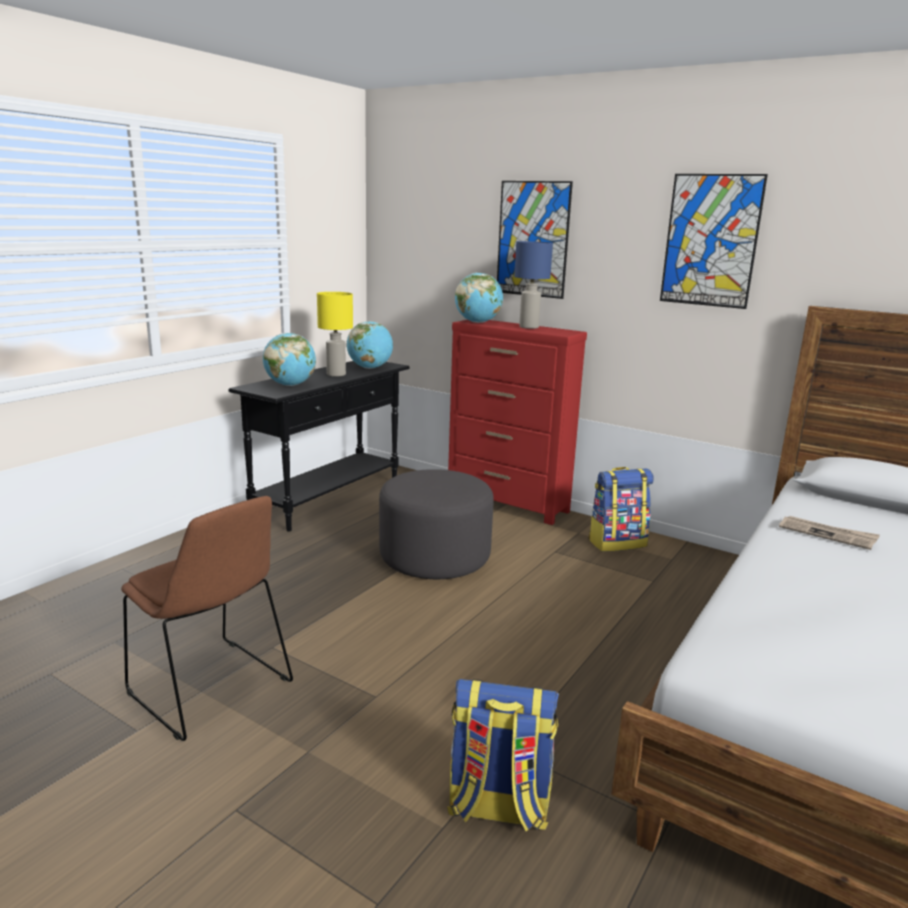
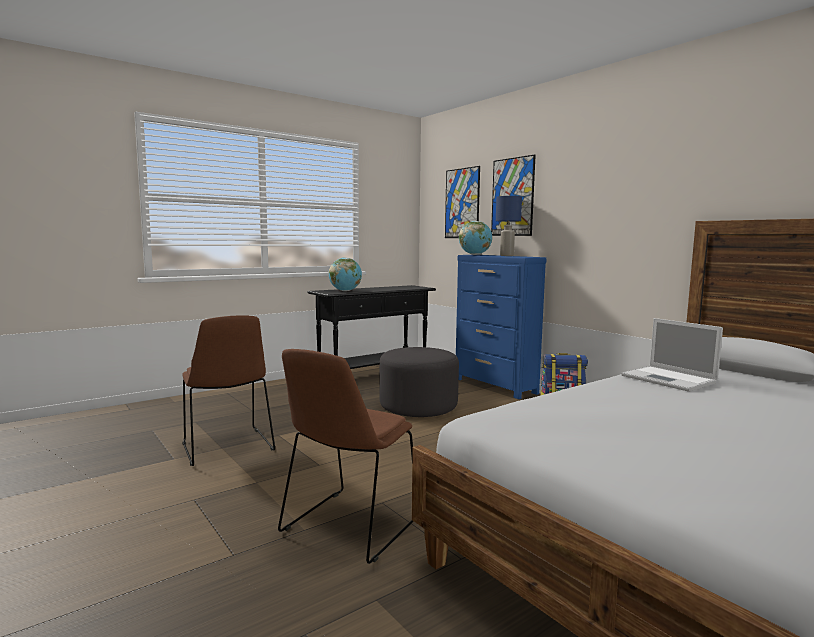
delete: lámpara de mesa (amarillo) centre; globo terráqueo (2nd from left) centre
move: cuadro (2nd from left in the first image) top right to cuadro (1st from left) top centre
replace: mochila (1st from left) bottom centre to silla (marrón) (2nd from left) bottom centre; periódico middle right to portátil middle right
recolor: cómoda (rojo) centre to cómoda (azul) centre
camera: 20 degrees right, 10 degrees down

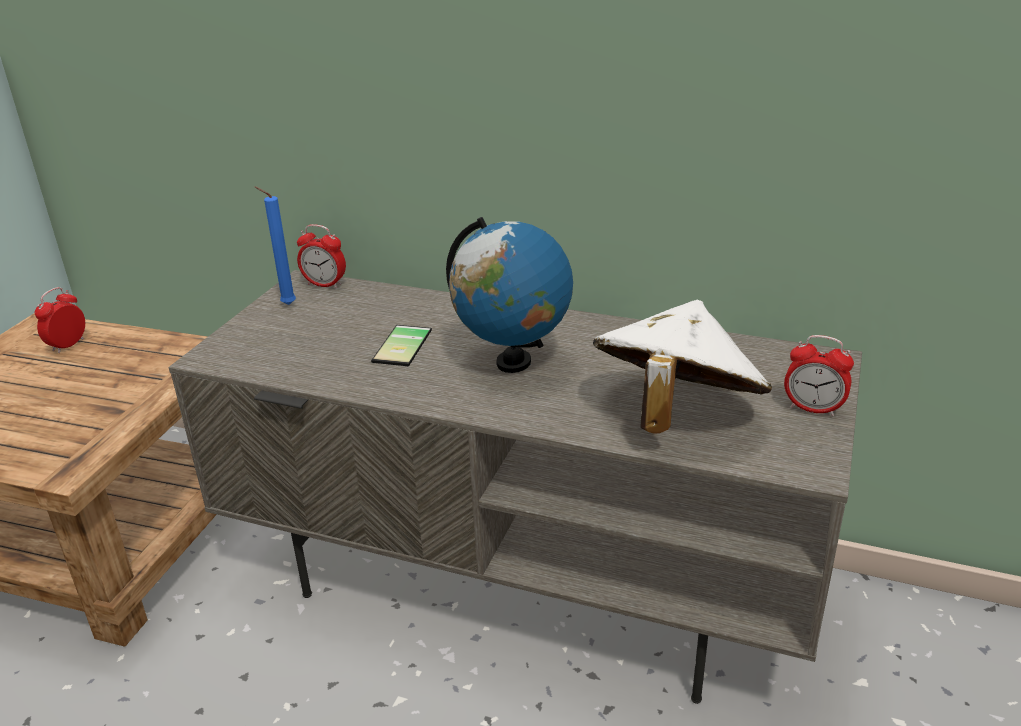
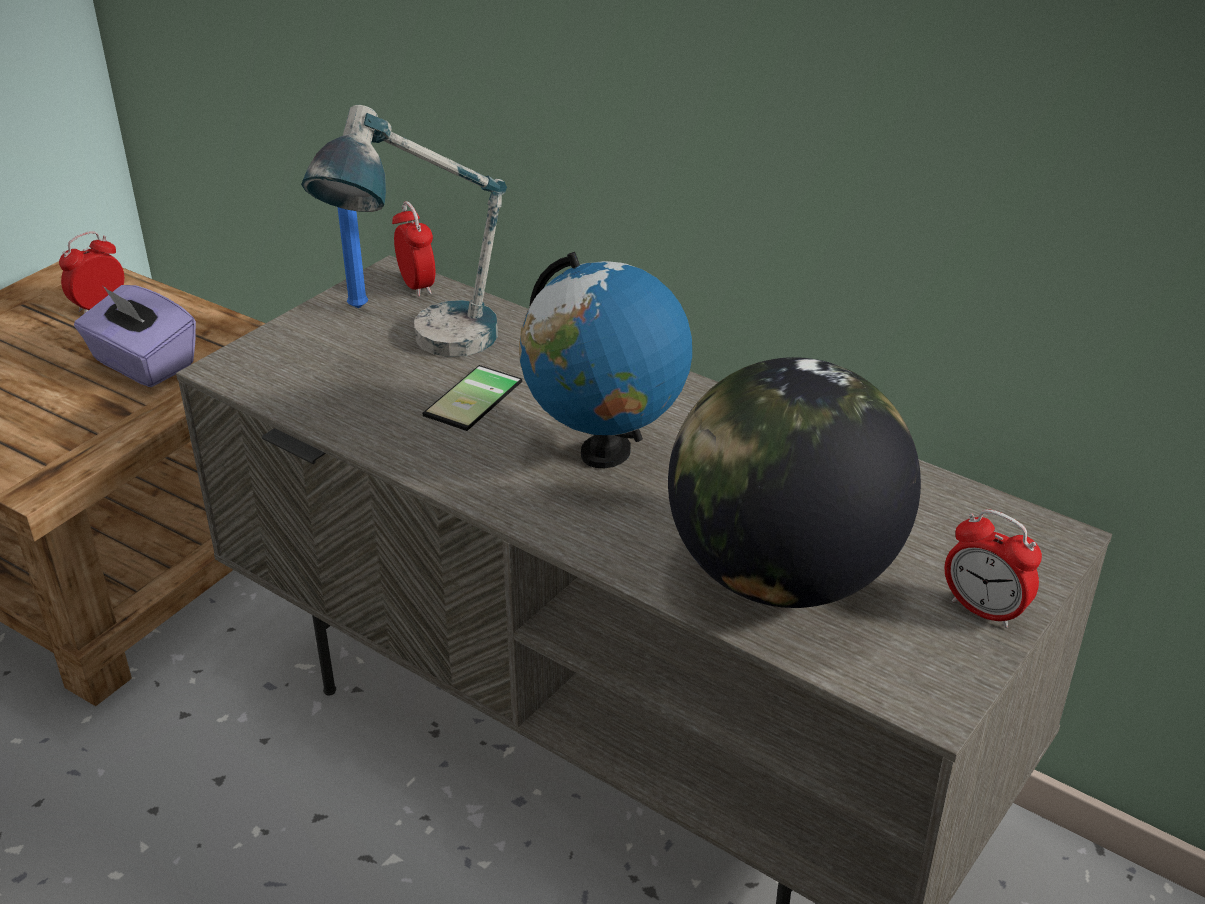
insert: caja de pañuelos (morado) middle left; lámpara de mesa top centre
replace: sombrero (blanco) middle right to globo terráqueo (2nd from left) centre
rotate: despertador (2nd from left) middle left = top centre 150 degrees counterclockwise
camera: 15 degrees right, 5 degrees up

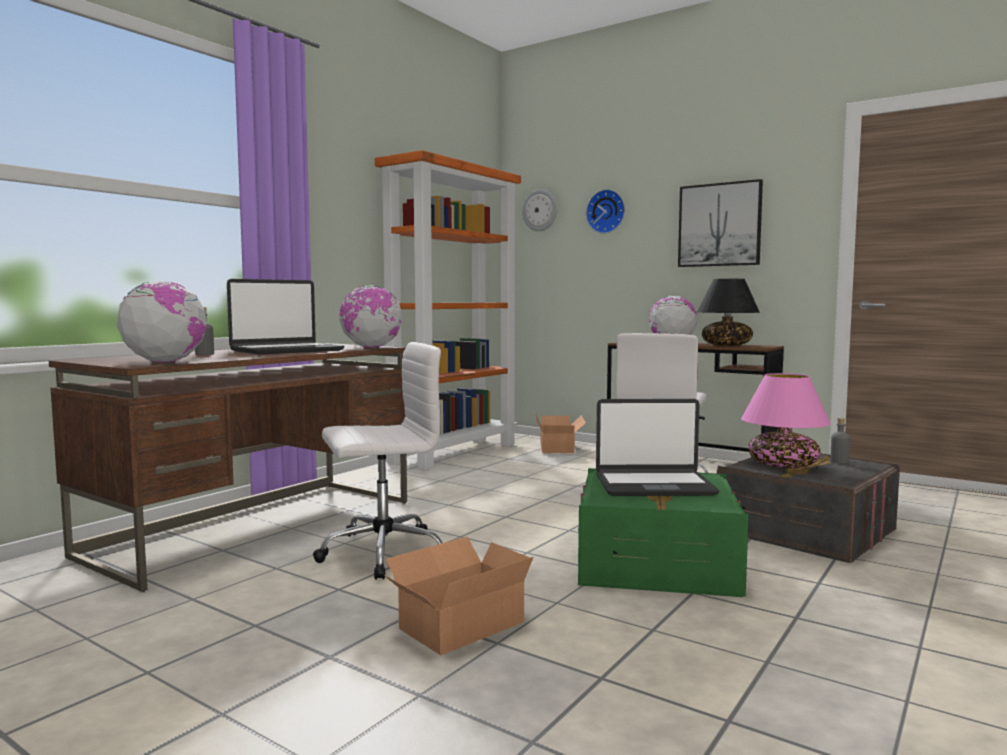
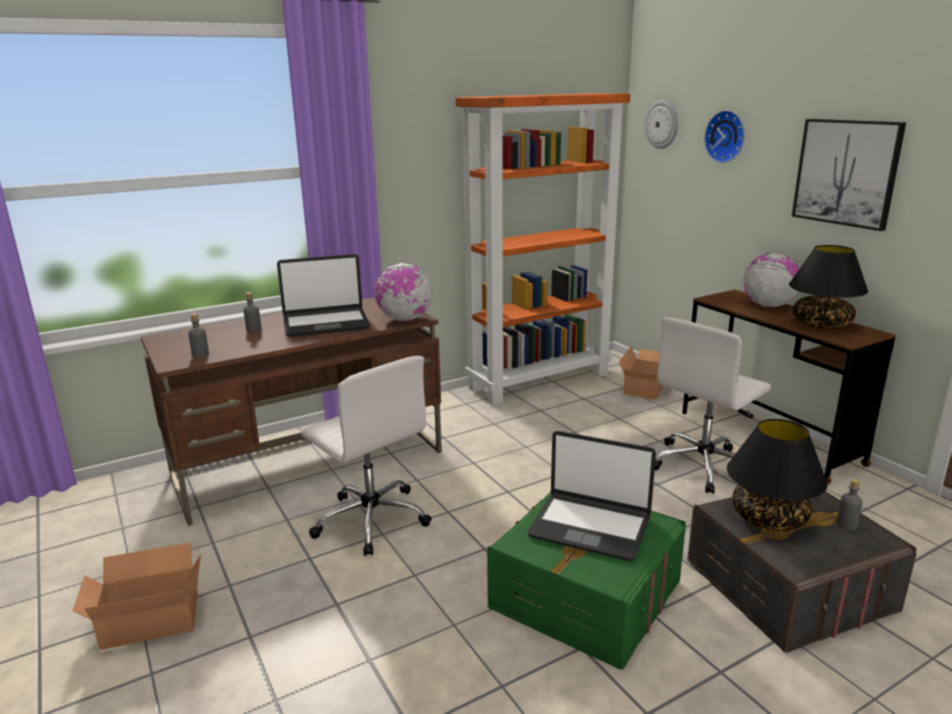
move: caja de cartón (1st from left) bottom centre to bottom left
replace: globo terráqueo (1st from left) middle left to botella (gris) (1st from left) middle left
recolor: lámpara de mesa (rosa) middle right to lámpara de mesa (negro) (1st from left) middle right
rotate: silla de oficina (blanco) (1st from left) centre = centre 45 degrees clockwise
camera: 25 degrees right, 15 degrees up

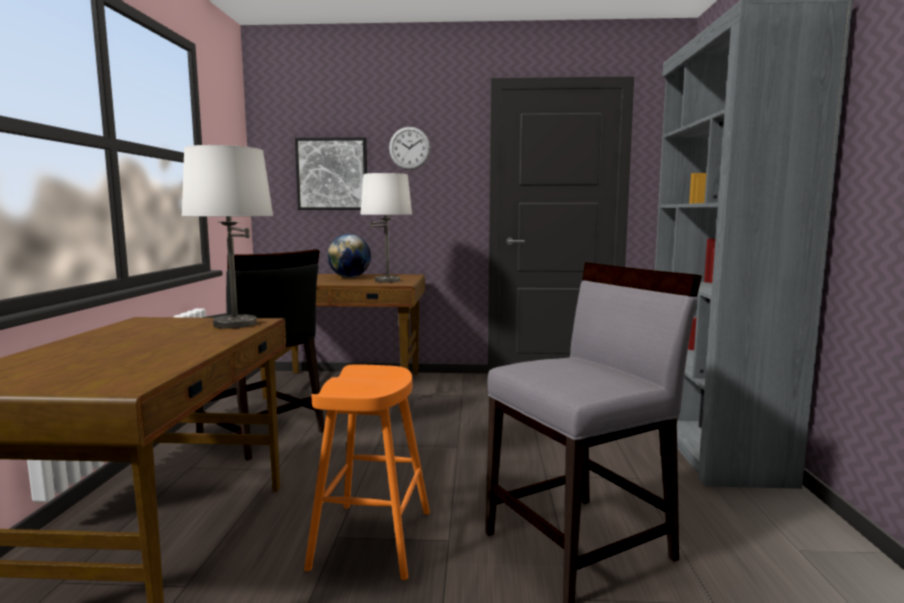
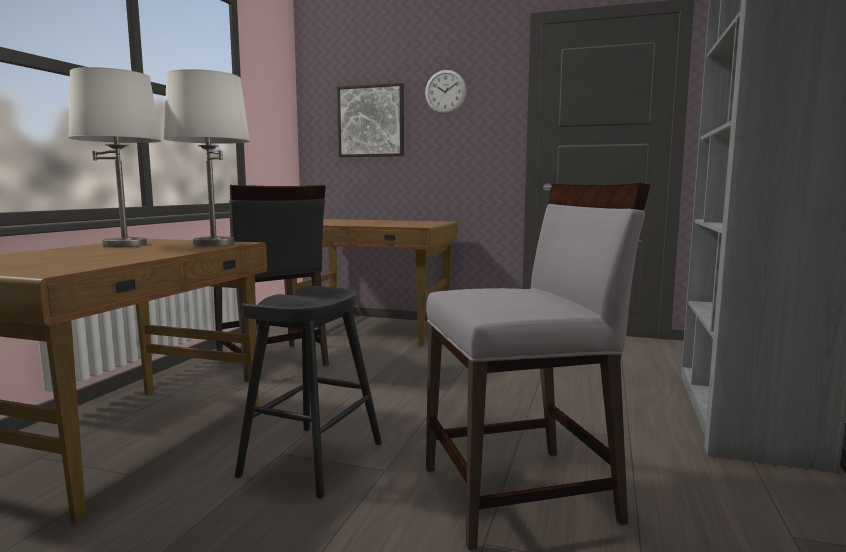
delete: globo terráqueo centre
move: lámpara de mesa (blanco) (2nd from left in the first image) centre to lámpara de mesa (blanco) (1st from left) top left
recolor: taburete (naranja) bottom centre to taburete (negro) bottom centre
camera: 15 degrees right, 0 degrees up

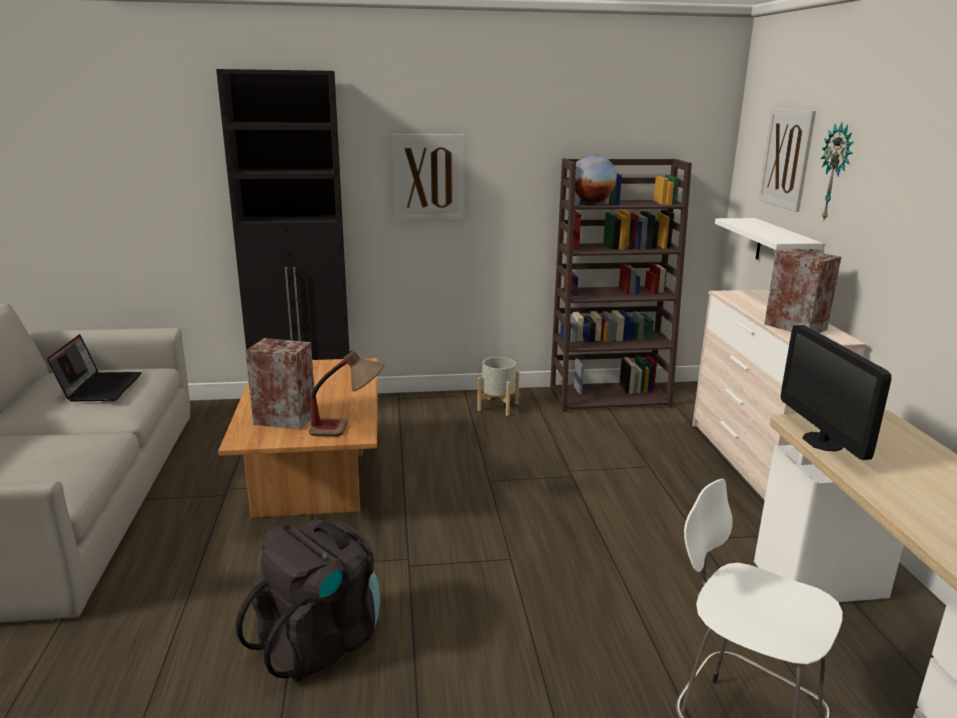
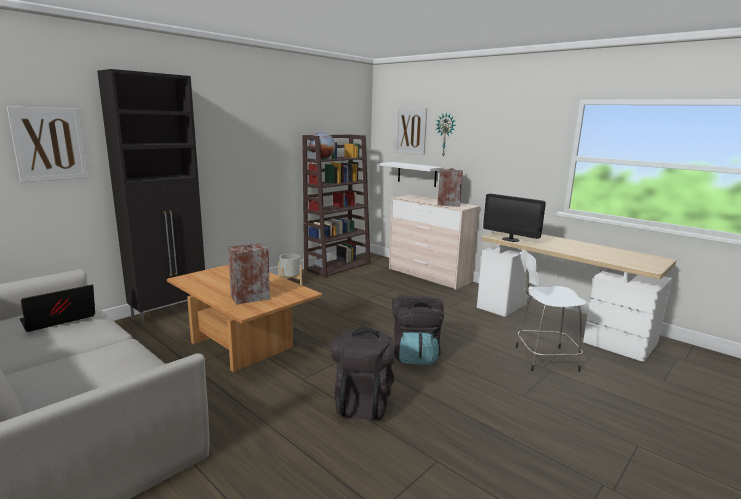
delete: lámpara de mesa centre
insert: mochila (negro) (2nd from left) centre
move: cuadro (1st from left) top centre to top left
rotate: portátil middle left = middle left 90 degrees counterclockwise
camera: 40 degrees left, 5 degrees down

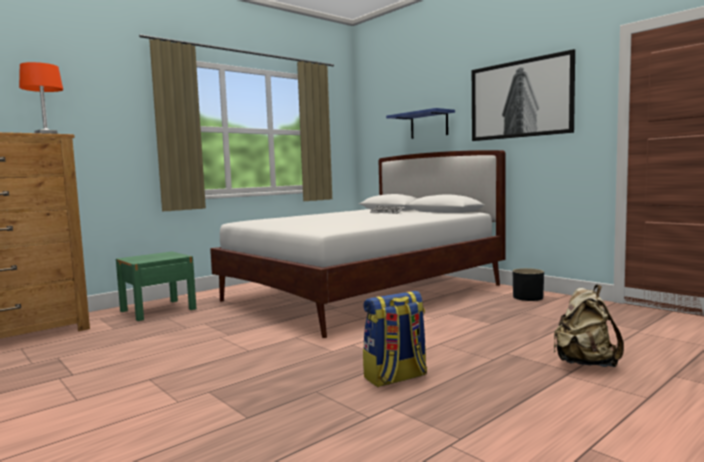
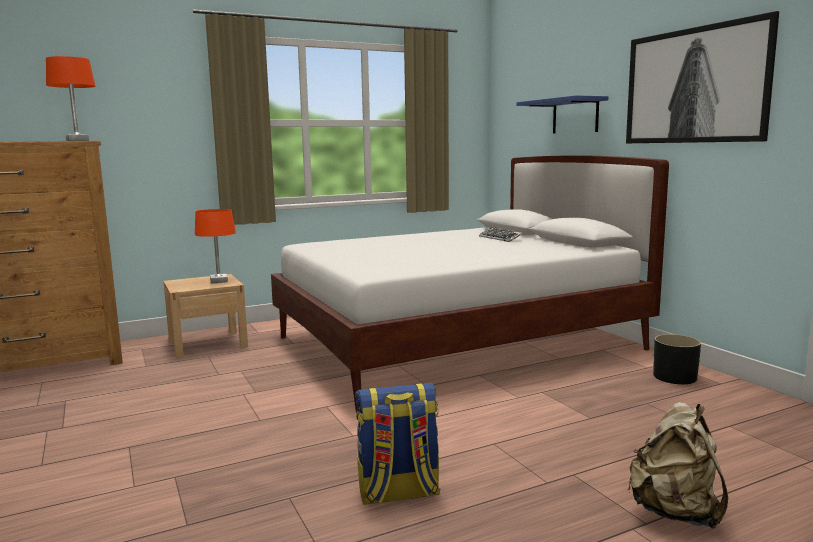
insert: lámpara de mesa (naranja) (2nd from left) middle left
recolor: mesita de noche (verde) middle left to mesita de noche (beis) middle left
camera: 15 degrees right, 5 degrees up

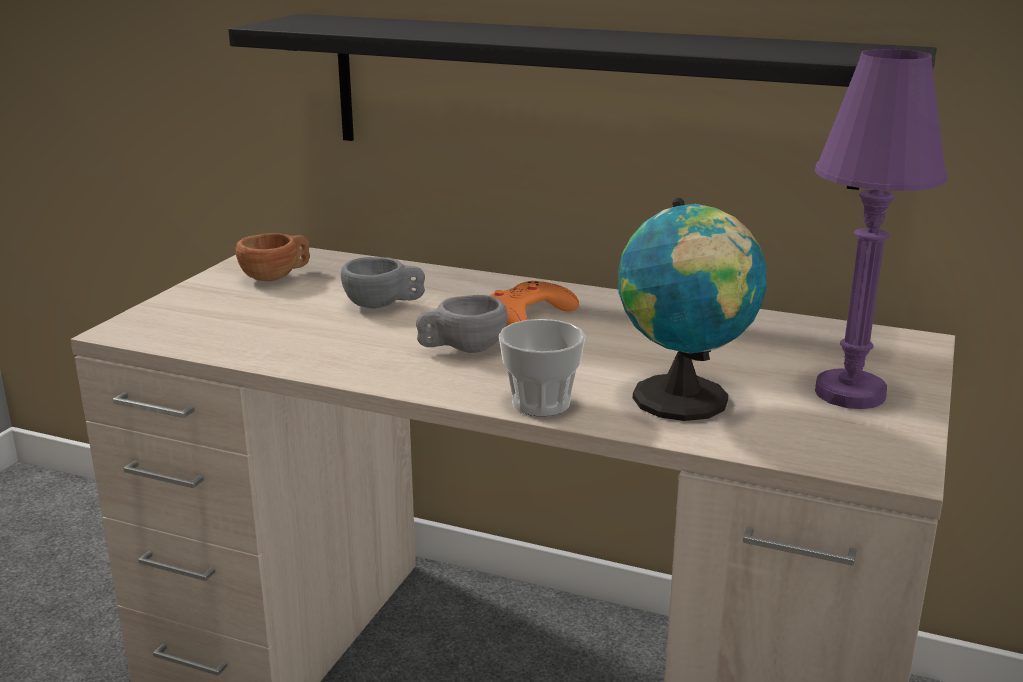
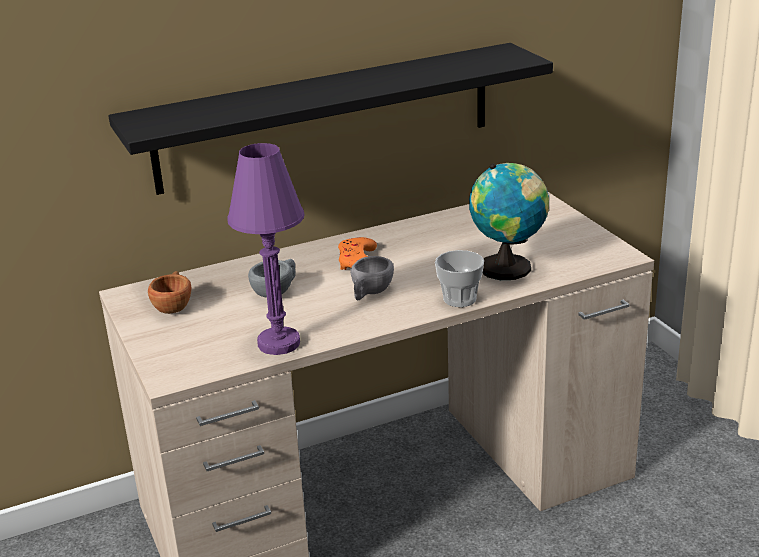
move: lámpara de mesa (morado) middle right to centre
camera: 45 degrees left, 5 degrees up

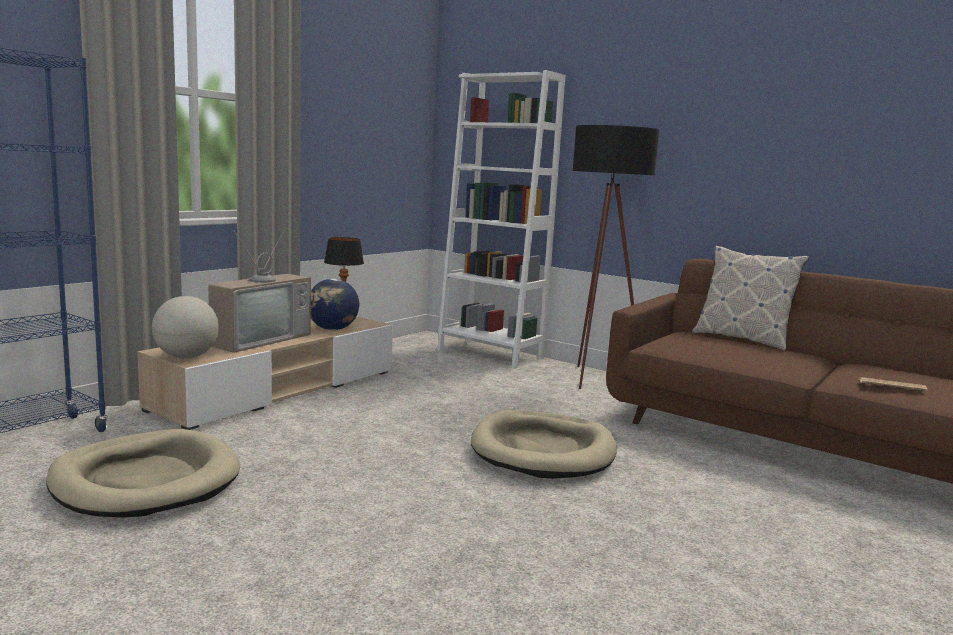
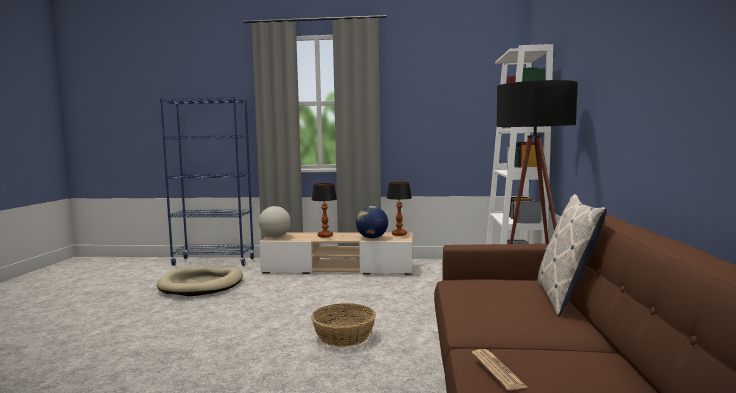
replace: cama para perro (beis) (2nd from left) bottom centre to cesta bottom centre; televisor middle left to lámpara de mesa (1st from left) centre
camera: 60 degrees right, 5 degrees down

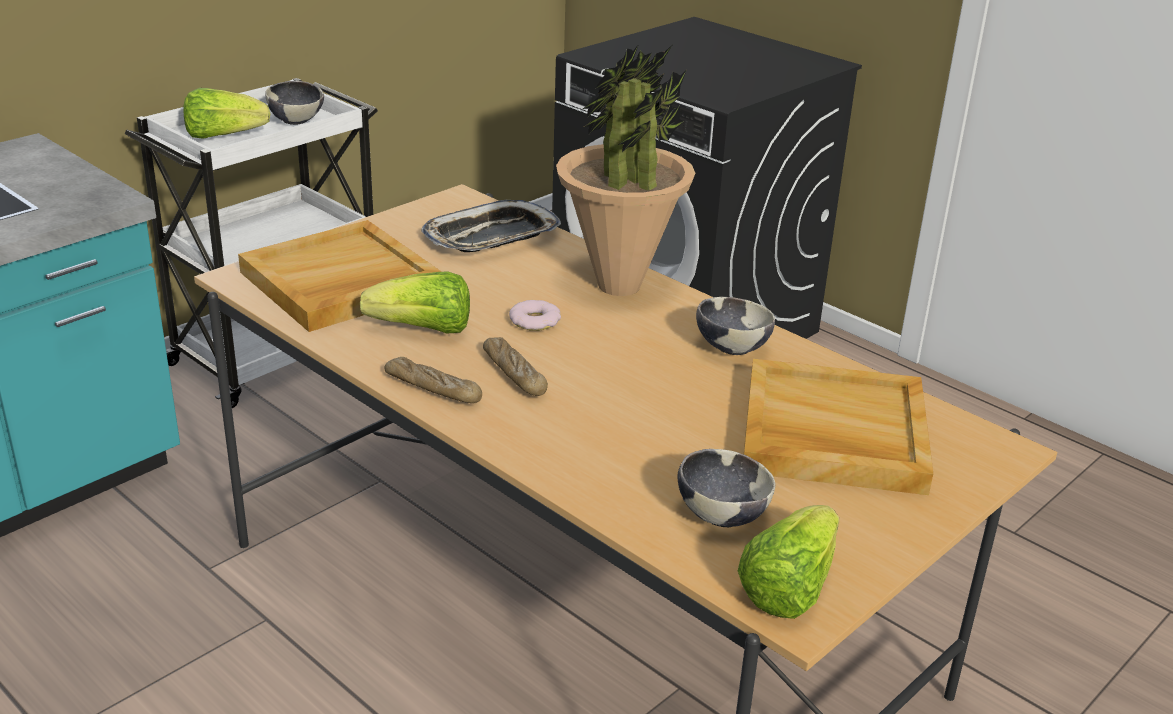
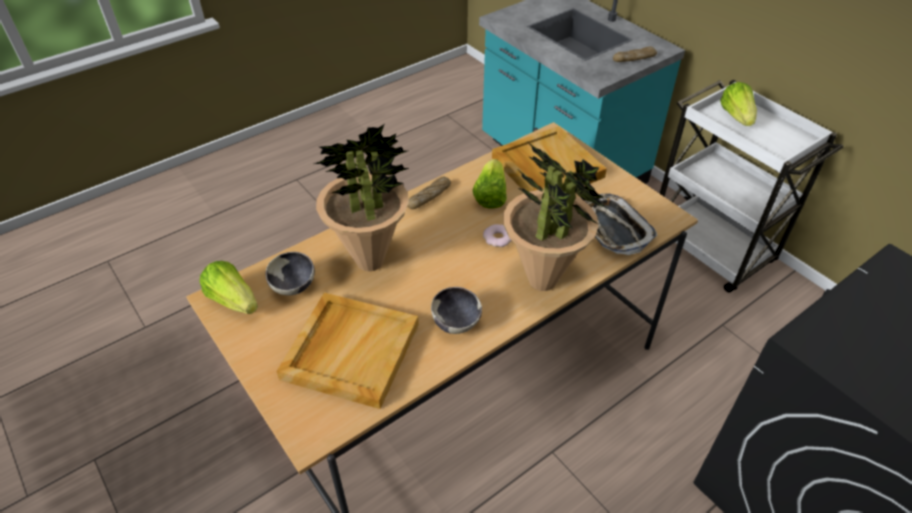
delete: cuenco (1st from left) top left
insert: planta en maceta (1st from left) centre
move: pan (2nd from left) centre to top right
camera: 100 degrees right, 15 degrees up

